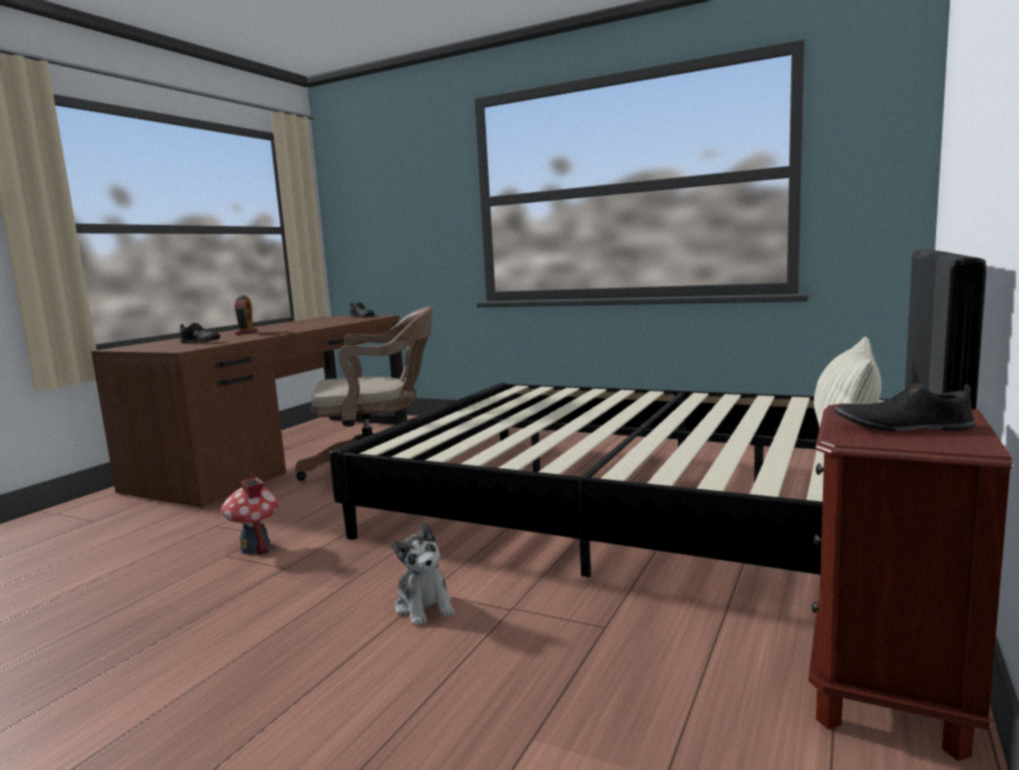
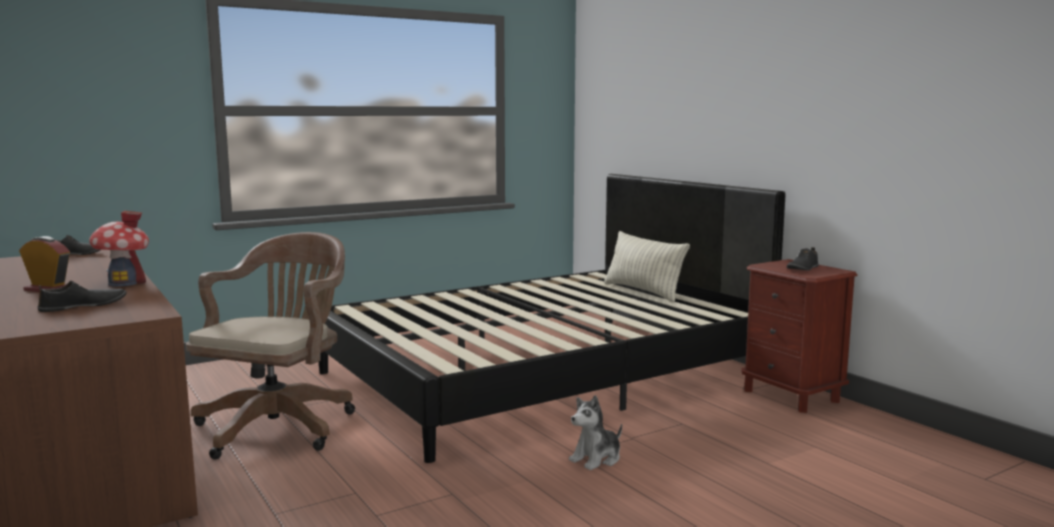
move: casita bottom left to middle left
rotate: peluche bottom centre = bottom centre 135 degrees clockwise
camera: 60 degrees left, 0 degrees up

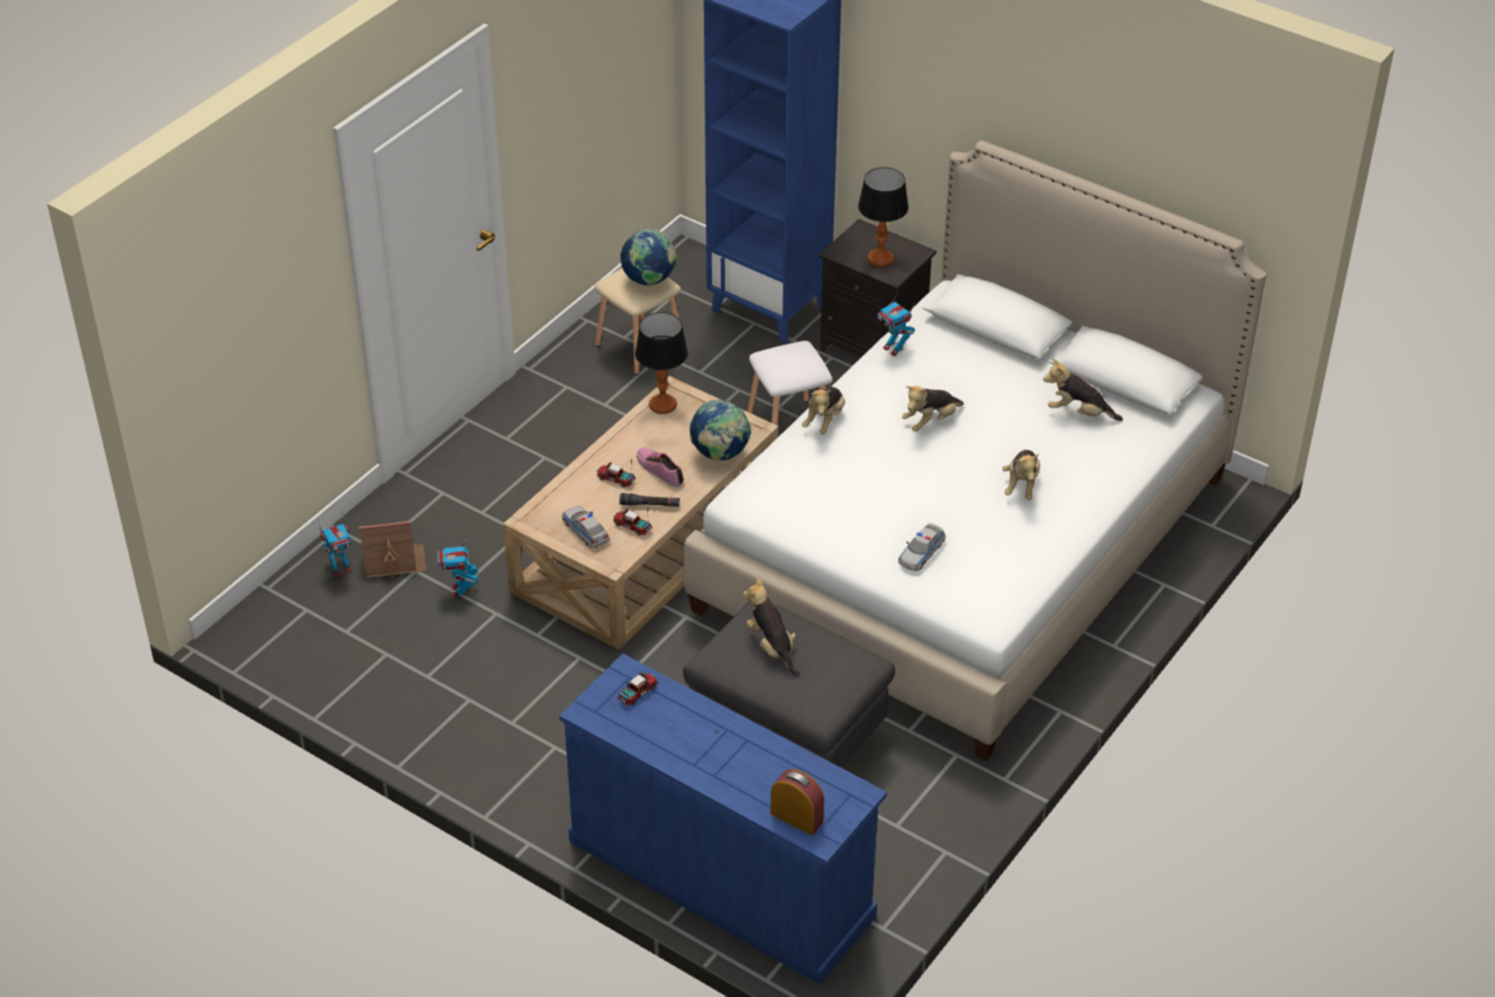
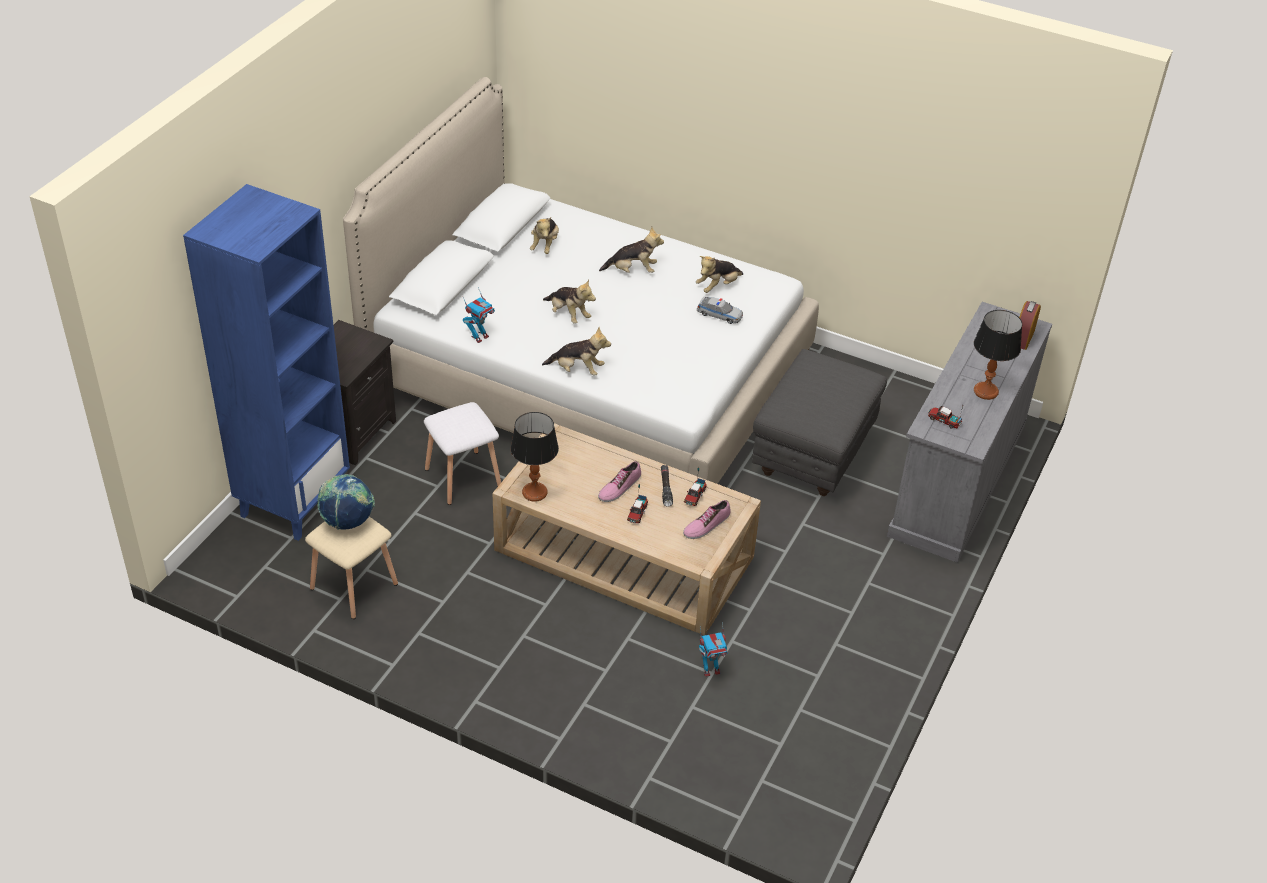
delete: robot de juguete (1st from left) middle left; casita middle left; globo terráqueo (2nd from left) centre
move: peluche (1st from left in the first image) centre to peluche (5th from left) top centre; lámpara de mesa (2nd from left) top centre to middle right
replace: coche de juguete (1st from left) centre to zapato (2nd from left) centre
recolor: cómoda (azul) bottom centre to cómoda (gris) middle right
camera: 100 degrees left, 0 degrees up

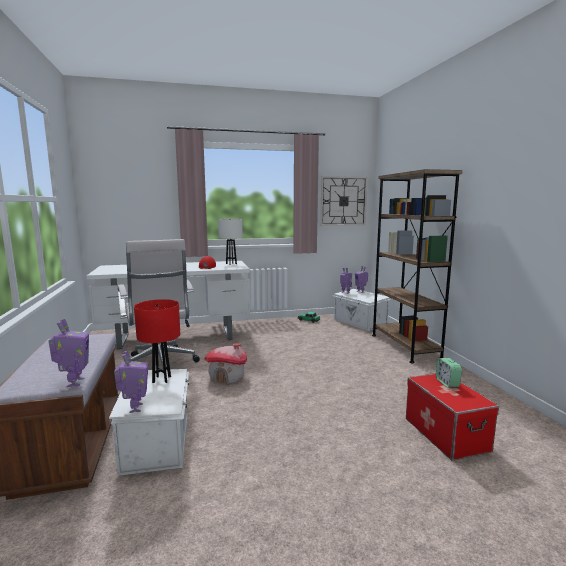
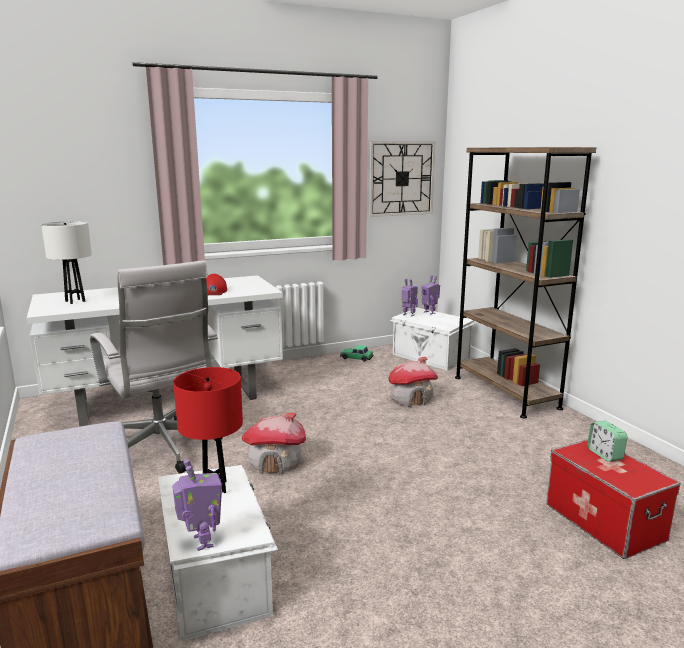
delete: robot de juguete (1st from left) middle left
insert: casita (2nd from left) centre
move: lámpara de mesa (blanco) centre to middle left
camera: 10 degrees left, 5 degrees up

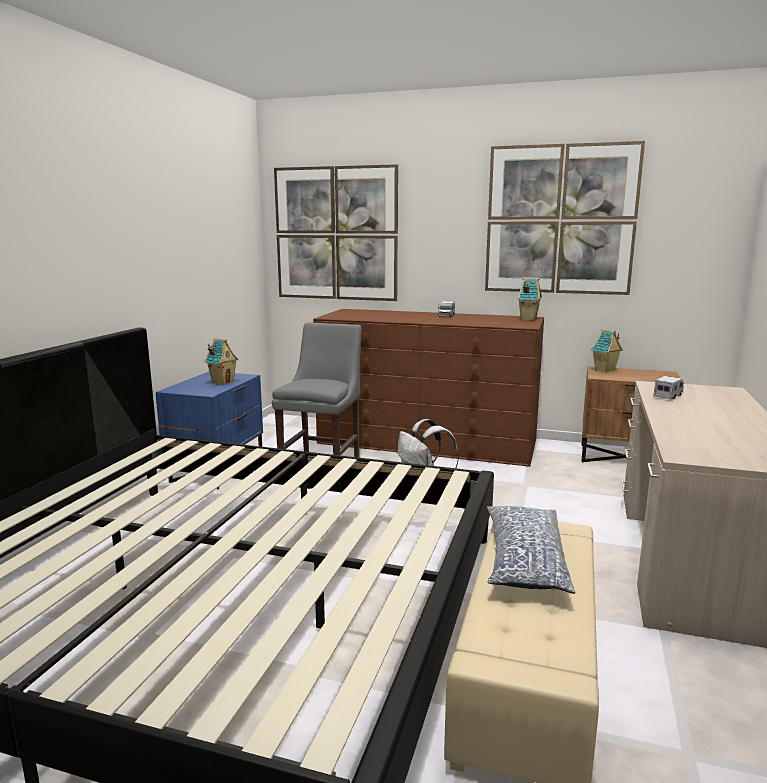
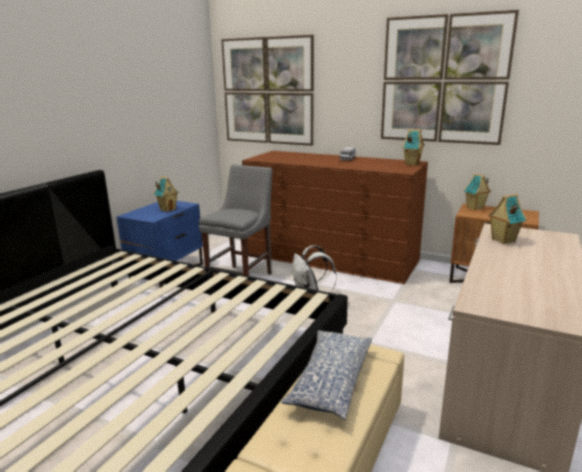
replace: camión de juguete (2nd from left) middle right to casita (4th from left) middle right
camera: 10 degrees right, 5 degrees up

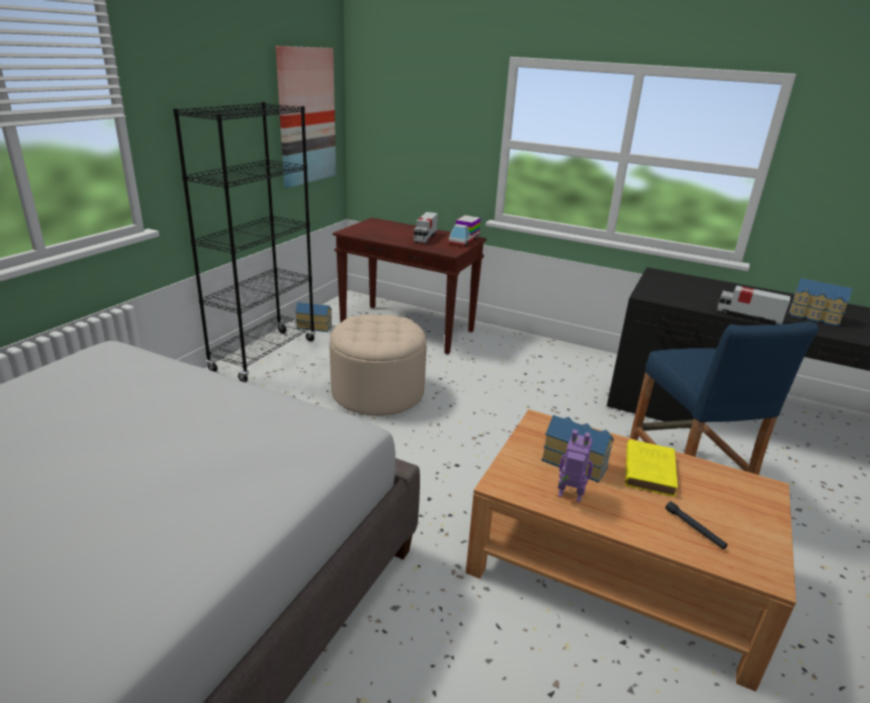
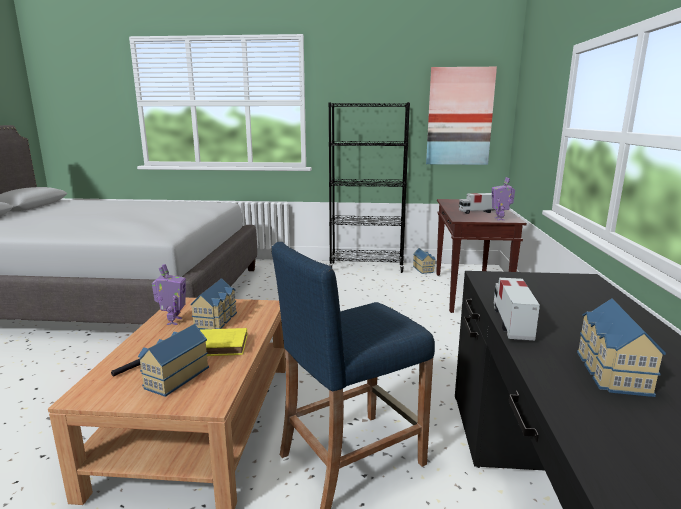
delete: puf (beis) centre
insert: casita (1st from left) bottom left
replace: camión de juguete (2nd from left) top centre to robot de juguete (2nd from left) middle right
camera: 70 degrees right, 10 degrees down

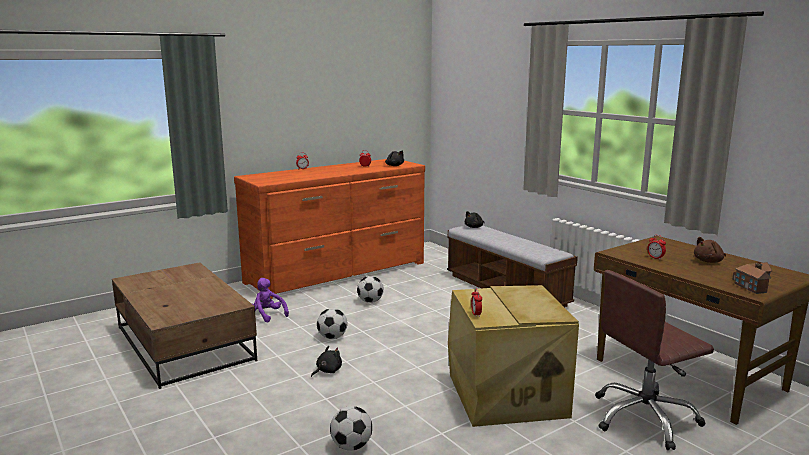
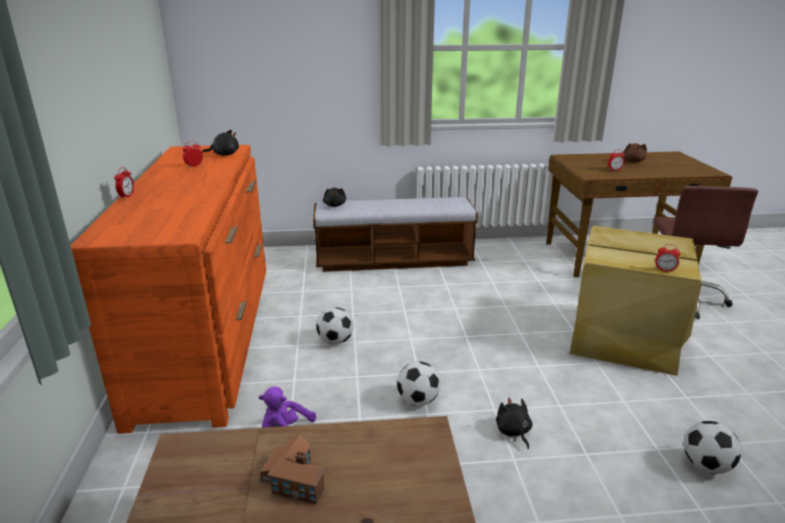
move: casita middle right to bottom centre
camera: 60 degrees left, 10 degrees up

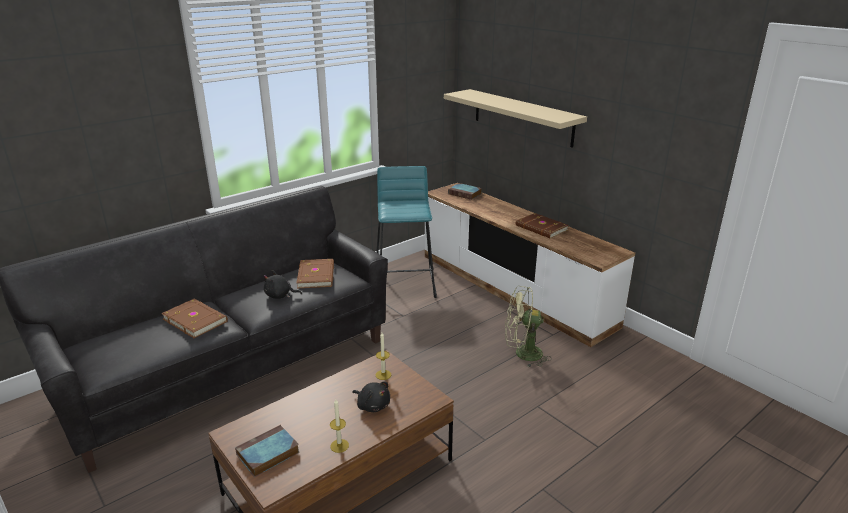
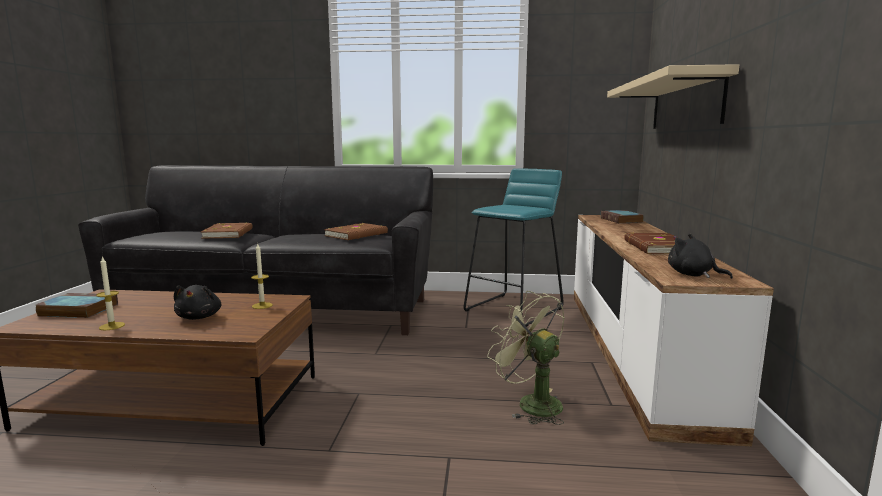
move: peluche (negro) (1st from left in the first image) centre to peluche (negro) (2nd from left) middle right
camera: 45 degrees right, 15 degrees down

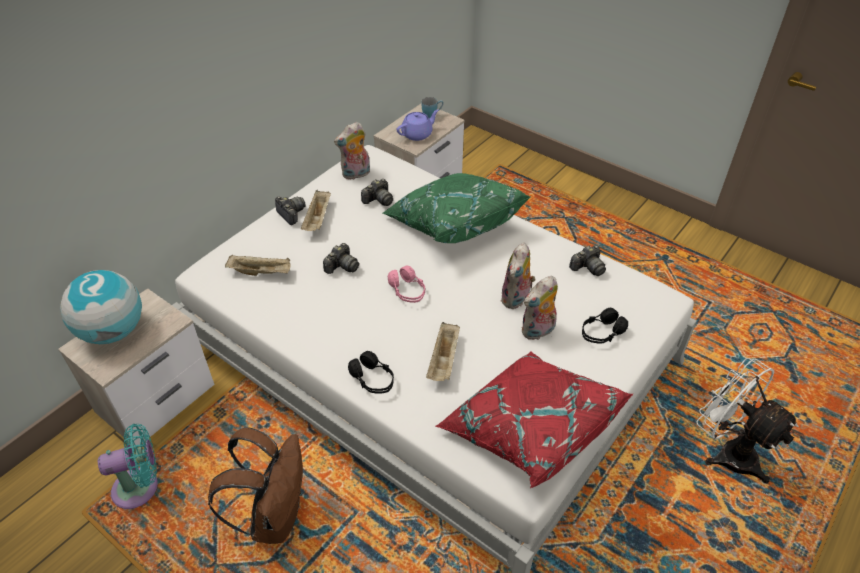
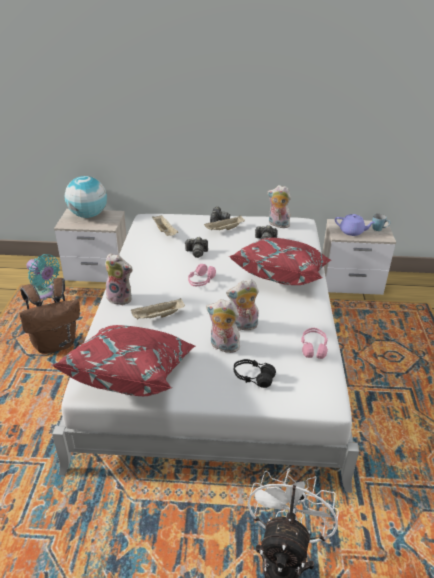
replace: auriculares (negro) (1st from left) centre to peluche (1st from left) middle left; cámara (4th from left) middle right to auriculares (rosa) (2nd from left) middle right
recolor: cojín (verde) centre to cojín (rojo) (2nd from left) centre
camera: 55 degrees right, 10 degrees down

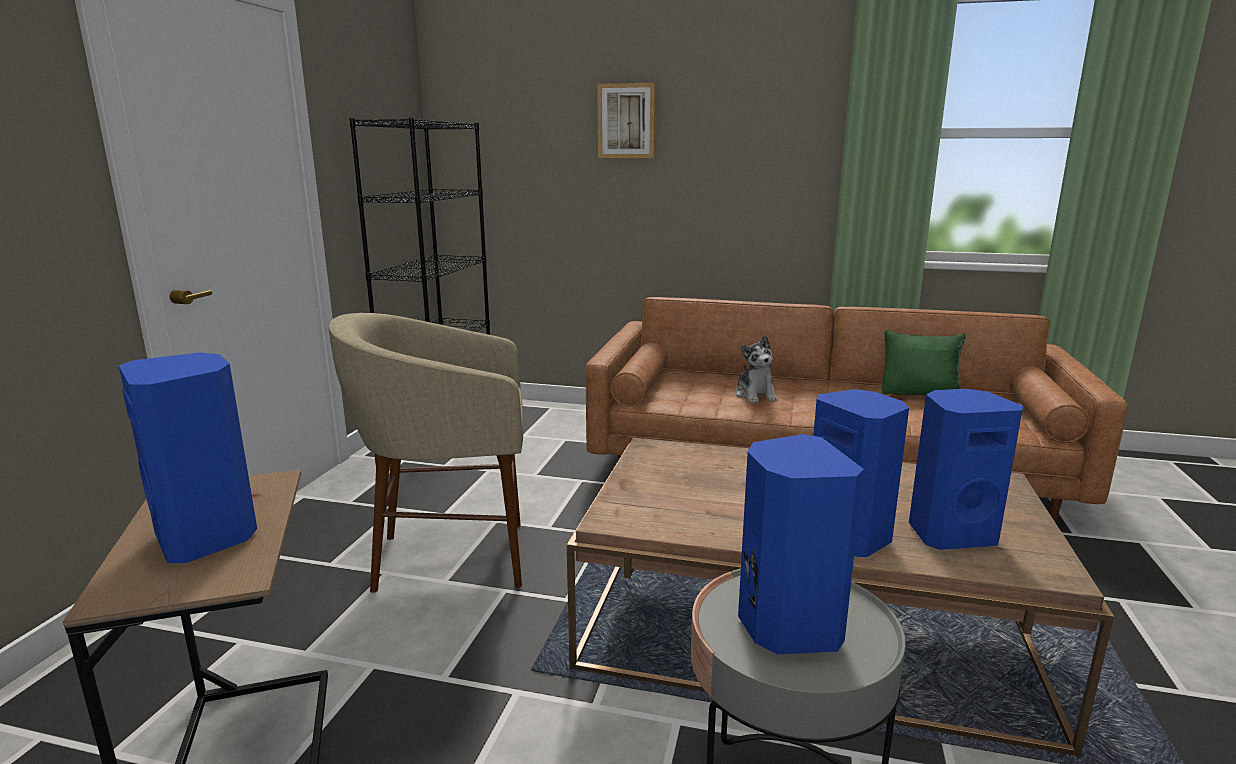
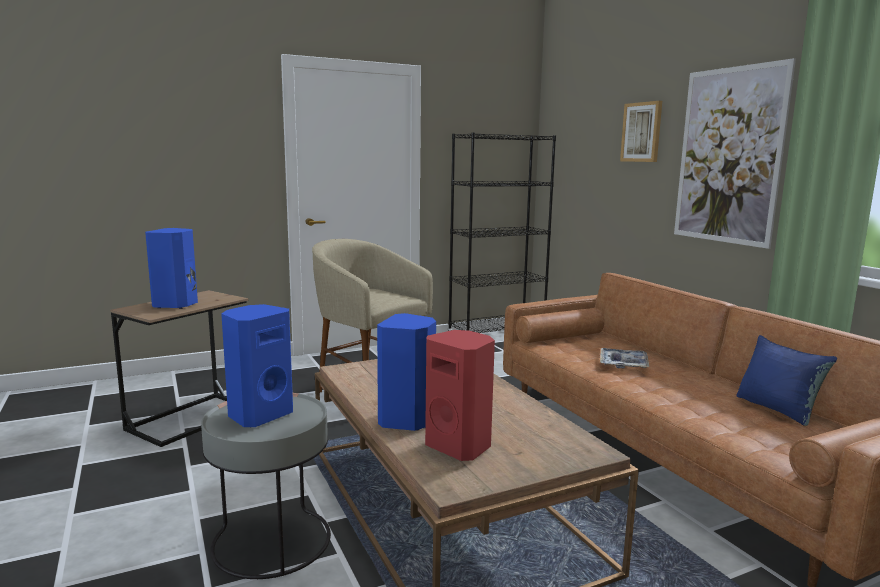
insert: cuadro (2nd from left) top right
replace: peluche centre to bandeja middle right
recolor: altavoz (azul) (4th from left) middle right to altavoz (rojo) bottom centre; cojín (verde) middle right to cojín (azul) middle right
camera: 50 degrees right, 5 degrees down

